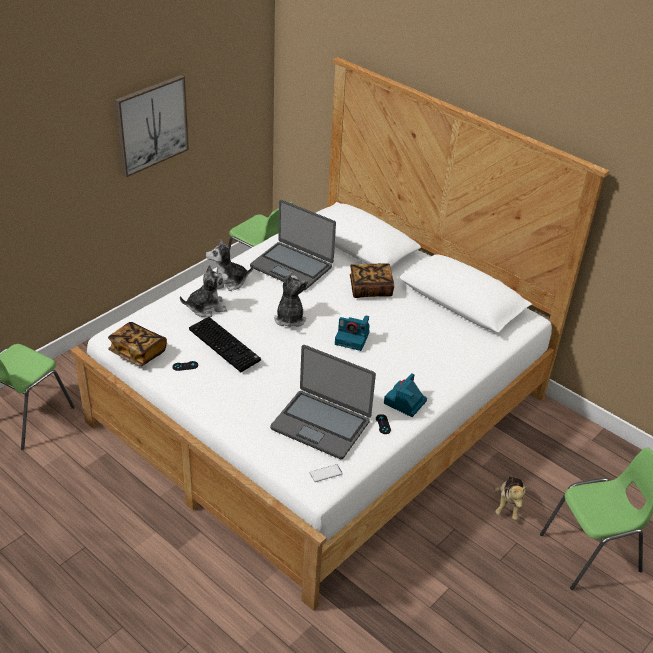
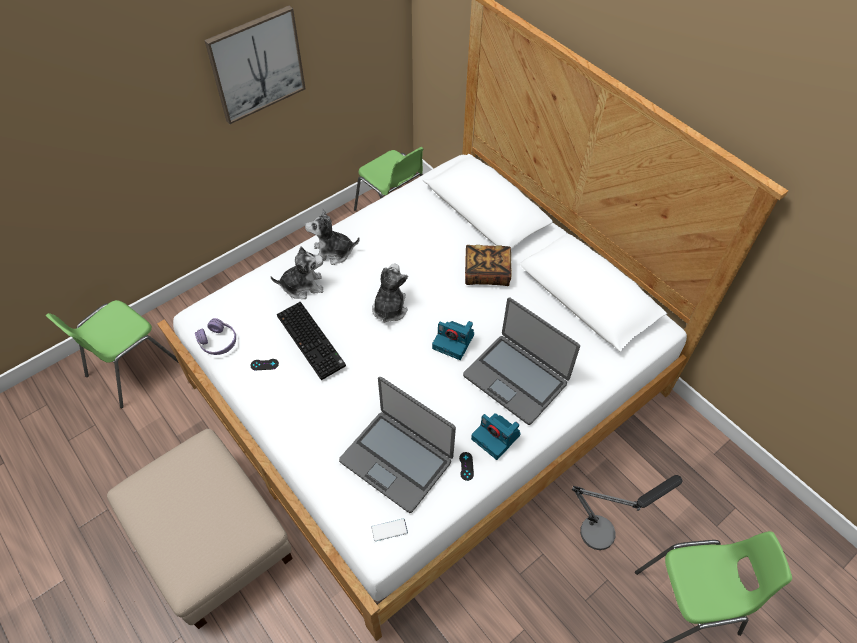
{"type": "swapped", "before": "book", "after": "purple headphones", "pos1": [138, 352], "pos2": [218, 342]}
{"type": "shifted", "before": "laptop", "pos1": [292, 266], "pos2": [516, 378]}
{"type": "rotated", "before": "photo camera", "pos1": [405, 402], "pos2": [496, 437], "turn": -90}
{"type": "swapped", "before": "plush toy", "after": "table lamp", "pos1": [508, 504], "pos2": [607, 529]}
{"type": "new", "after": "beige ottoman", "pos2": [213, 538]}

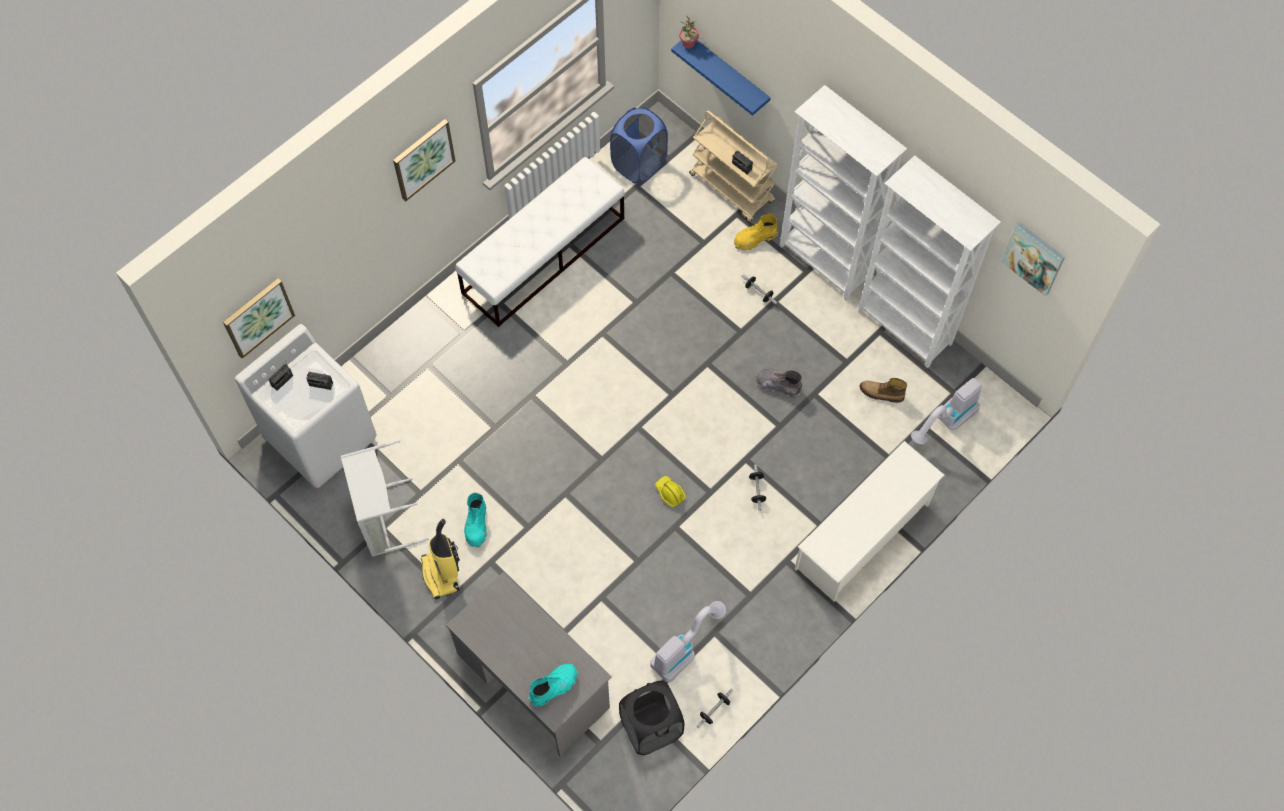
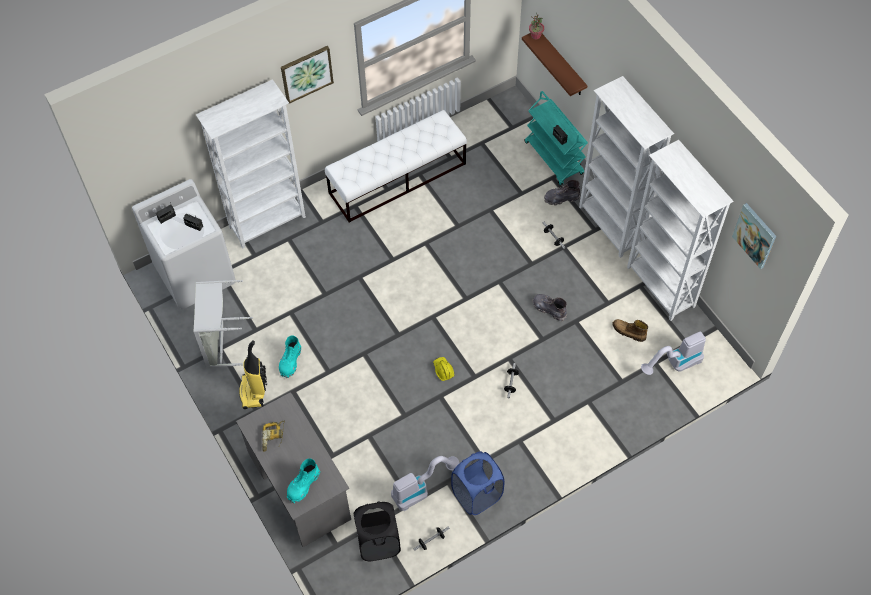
{"type": "gone", "before": "picture", "pos1": [258, 317]}
{"type": "rotated", "before": "turquoise boot", "pos1": [554, 686], "pos2": [303, 485], "turn": 150}
{"type": "shifted", "before": "blue laundry basket", "pos1": [639, 164], "pos2": [477, 495]}
{"type": "repainted", "before": "blue shelf", "after": "brown shelf", "pos1": [728, 74], "pos2": [561, 64]}
{"type": "repainted", "before": "beige cart", "after": "turquoise cart", "pos1": [732, 188], "pos2": [554, 158]}
{"type": "repainted", "before": "yellow boot", "after": "grey boot", "pos1": [755, 239], "pos2": [561, 198]}
{"type": "gone", "before": "white shoe rack", "pos1": [863, 536]}
{"type": "new", "after": "white bookcase", "pos2": [268, 222]}
{"type": "new", "after": "power drill", "pos2": [273, 437]}

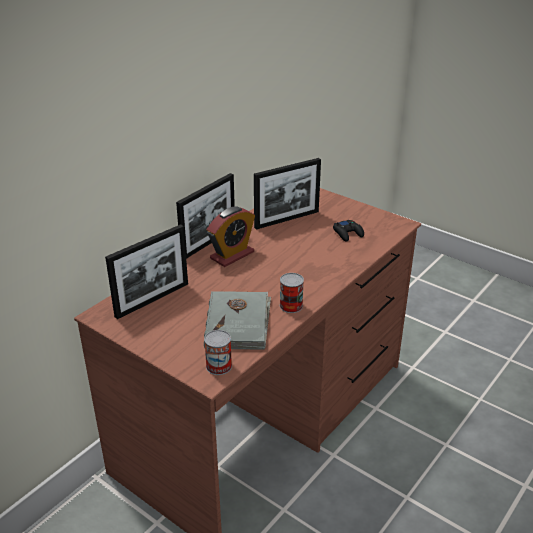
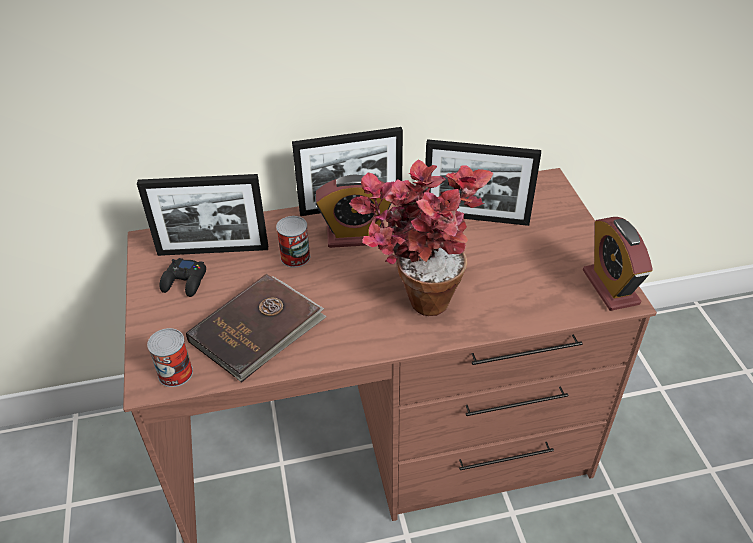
{"type": "repainted", "before": "grey book", "after": "brown book", "pos1": [238, 322], "pos2": [258, 330]}
{"type": "shifted", "before": "can", "pos1": [291, 306], "pos2": [295, 257]}
{"type": "shifted", "before": "black game controller", "pos1": [348, 233], "pos2": [185, 282]}
{"type": "new", "after": "potted plant", "pos2": [415, 296]}
{"type": "new", "after": "alarm clock", "pos2": [610, 287]}

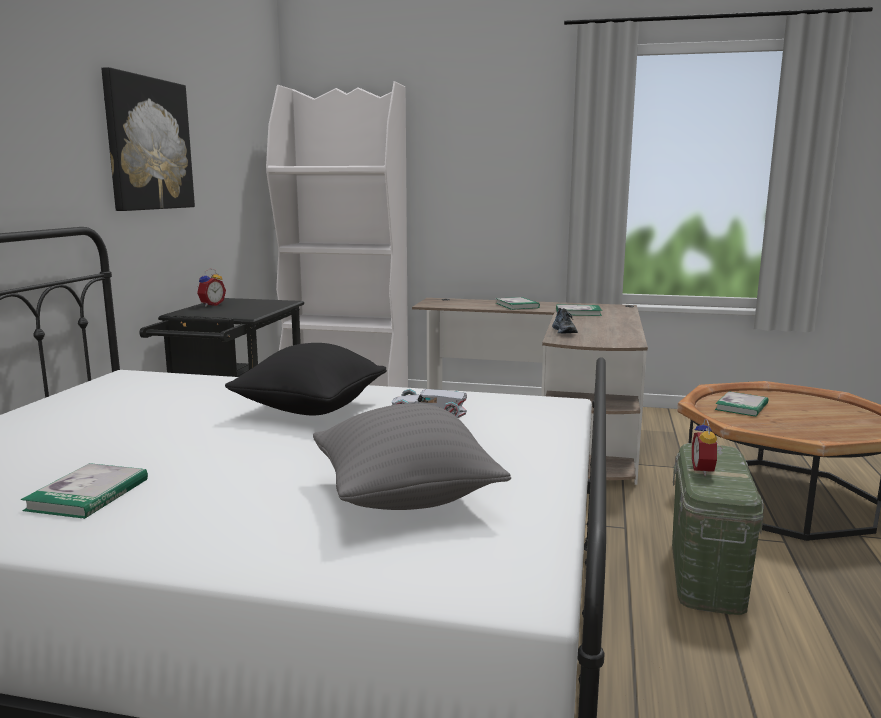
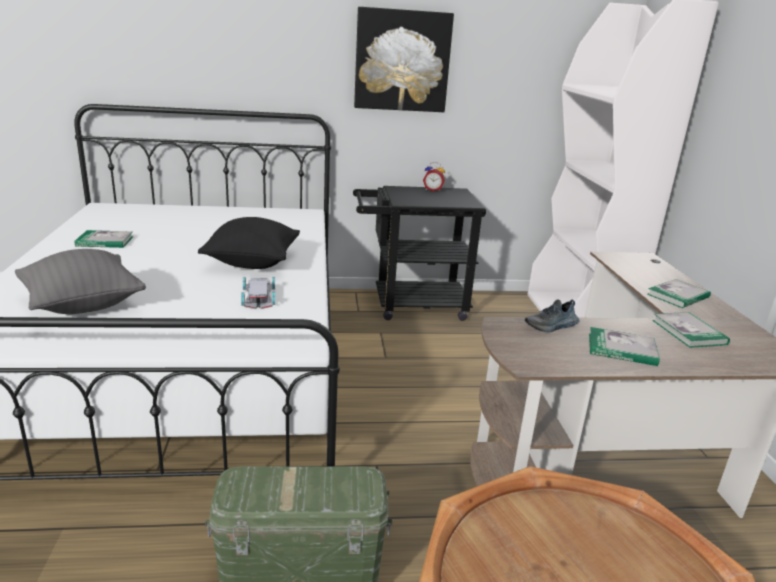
{"type": "gone", "before": "alarm clock", "pos1": [705, 471]}
{"type": "shifted", "before": "book", "pos1": [741, 406], "pos2": [621, 349]}

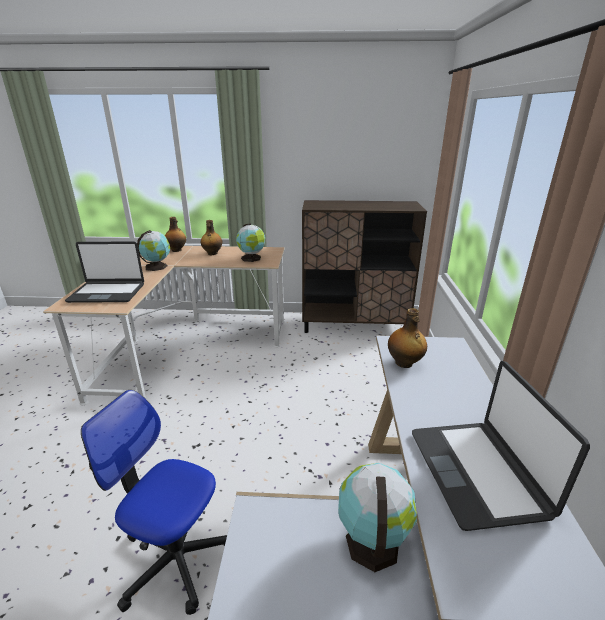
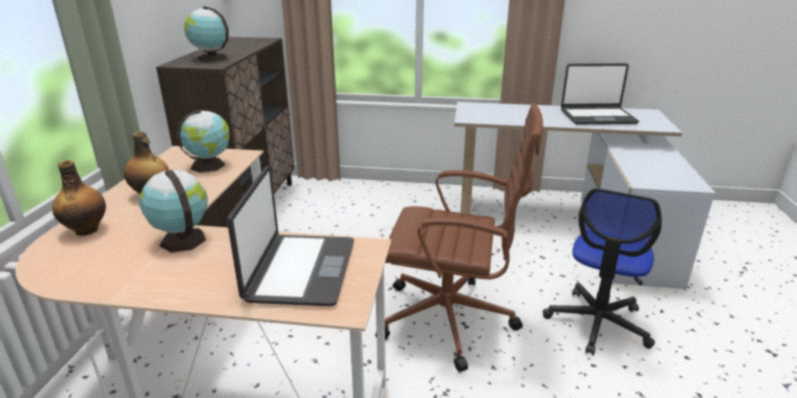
{"type": "shifted", "before": "globe", "pos1": [372, 540], "pos2": [210, 58]}
{"type": "gone", "before": "bottle", "pos1": [404, 363]}
{"type": "new", "after": "brown office chair", "pos2": [451, 320]}

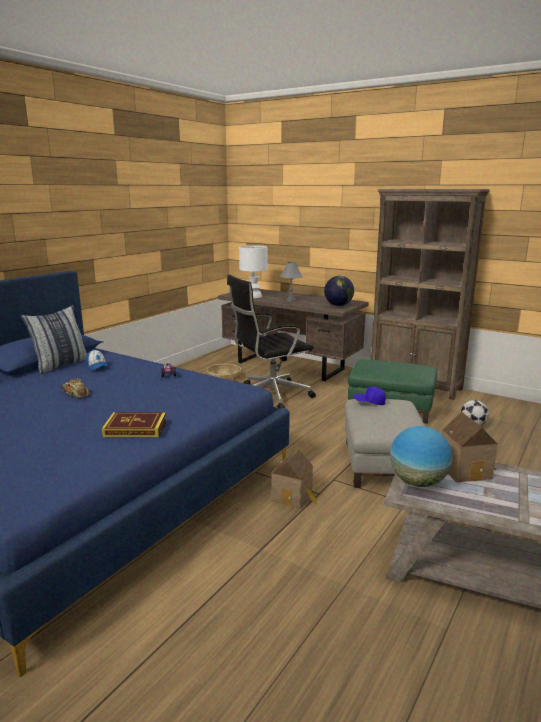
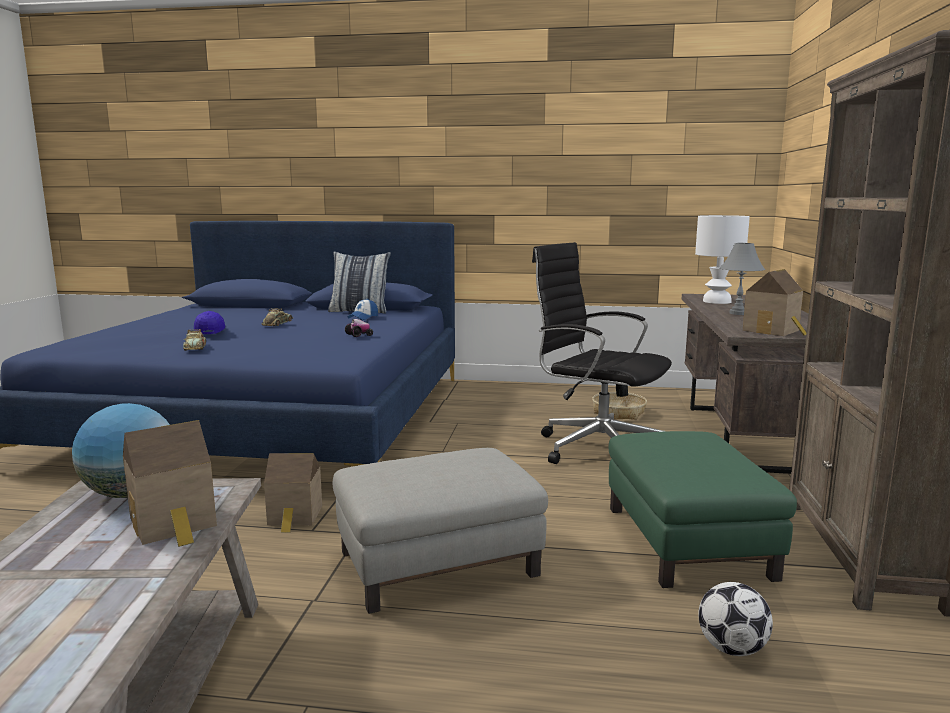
{"type": "swapped", "before": "book", "after": "toy car", "pos1": [135, 428], "pos2": [195, 348]}
{"type": "swapped", "before": "globe", "after": "toy house", "pos1": [338, 305], "pos2": [773, 331]}
{"type": "shifted", "before": "blue cap", "pos1": [369, 402], "pos2": [210, 330]}

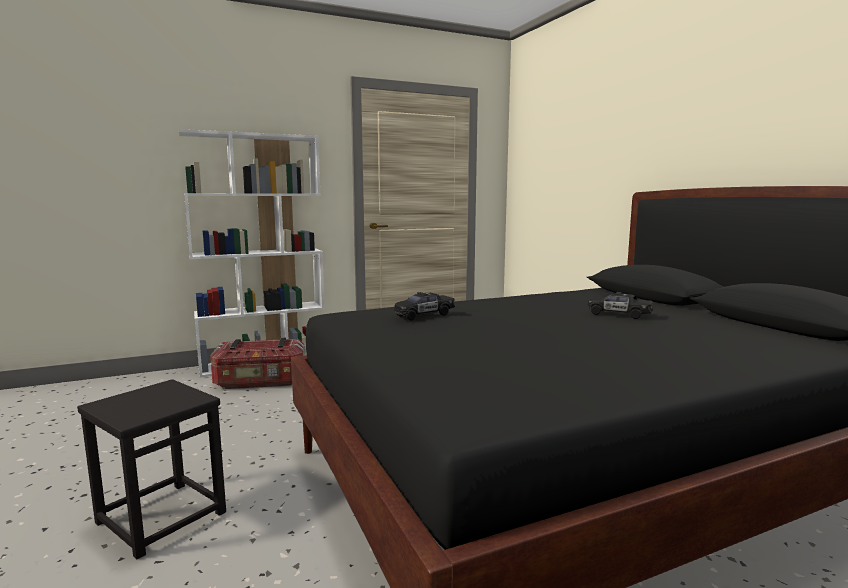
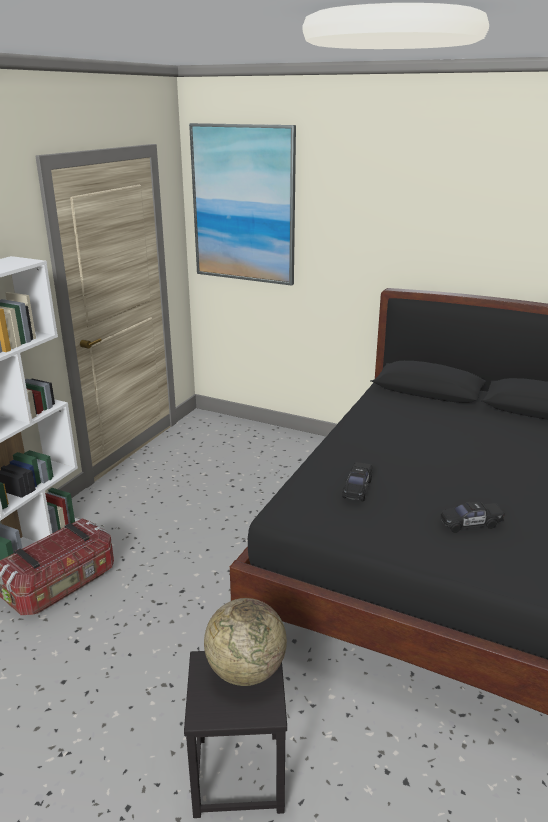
{"type": "shifted", "before": "black toy car", "pos1": [618, 314], "pos2": [470, 524]}
{"type": "new", "after": "picture", "pos2": [243, 205]}
{"type": "new", "after": "globe", "pos2": [246, 670]}

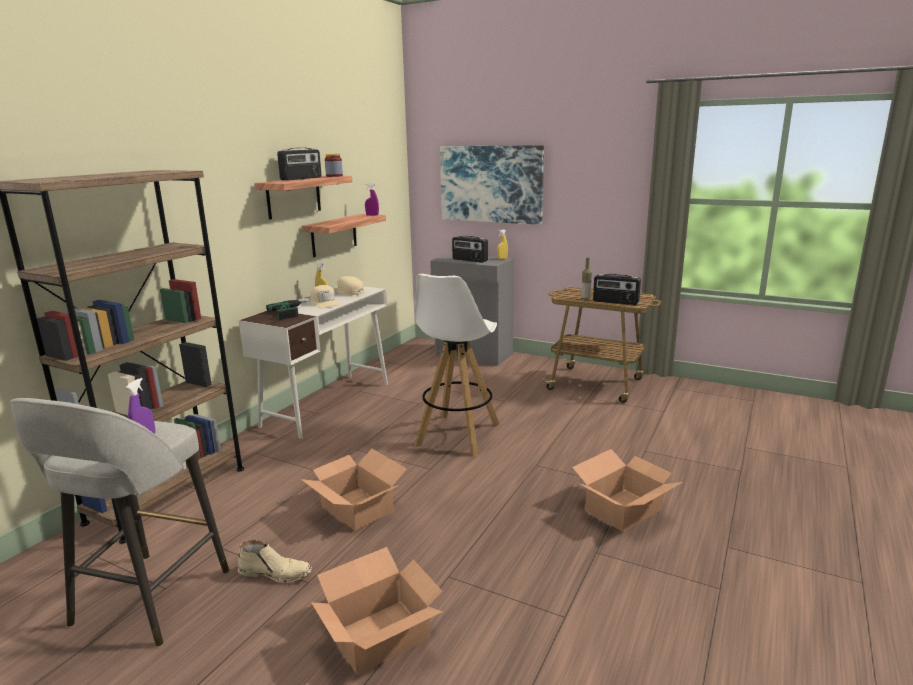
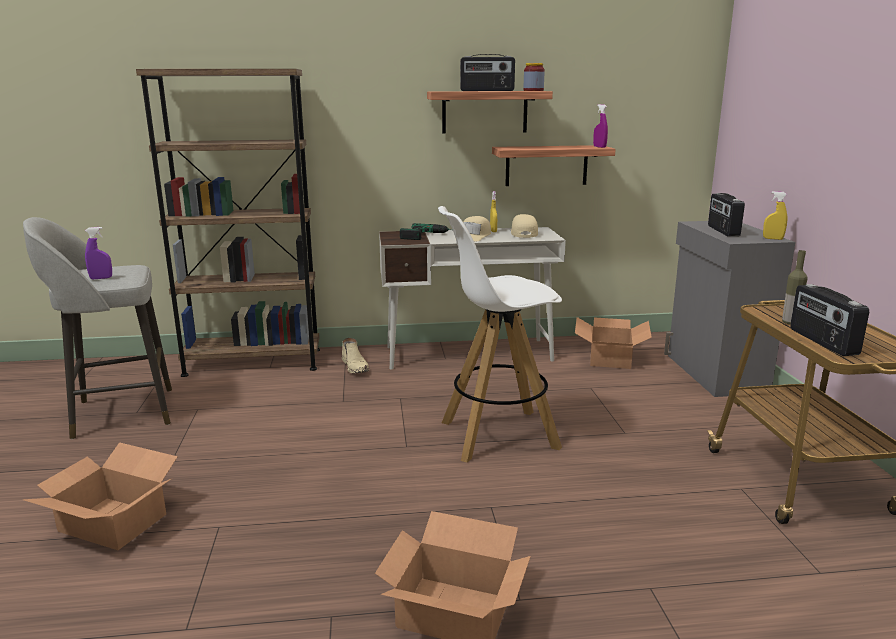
{"type": "shifted", "before": "beige boot", "pos1": [276, 572], "pos2": [355, 367]}
{"type": "shifted", "before": "cardboard box", "pos1": [357, 507], "pos2": [611, 357]}
{"type": "gone", "before": "picture", "pos1": [491, 184]}

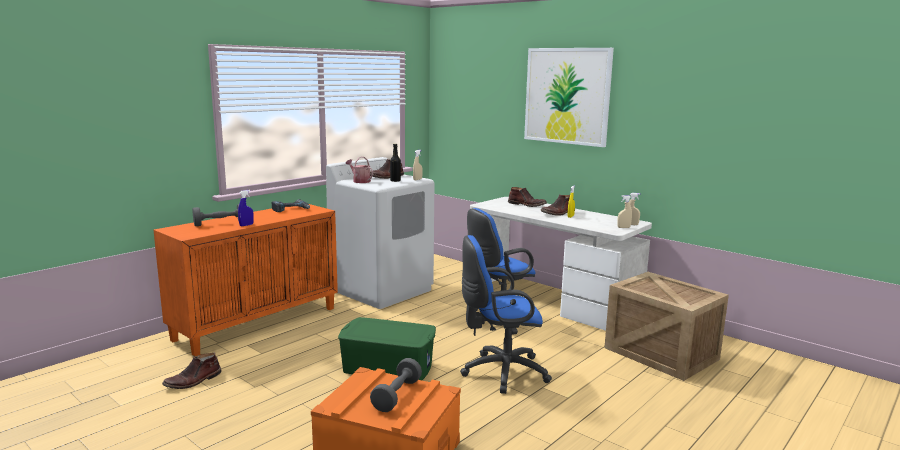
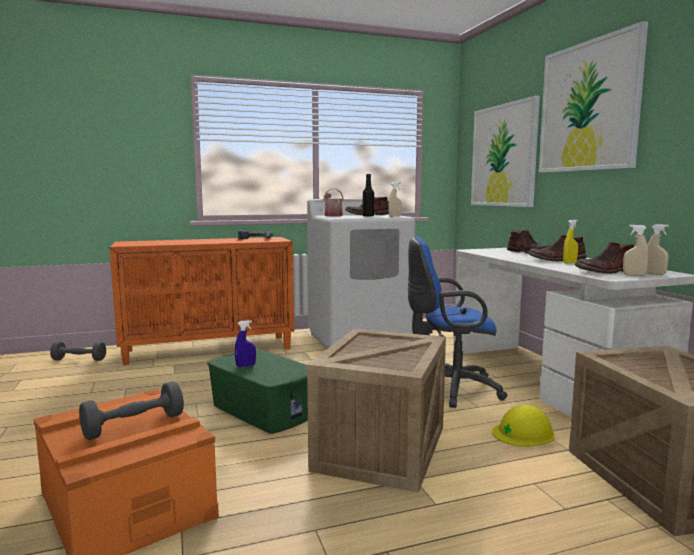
{"type": "shifted", "before": "brown boot", "pos1": [193, 381], "pos2": [606, 271]}
{"type": "shifted", "before": "grey dumbbell", "pos1": [220, 223], "pos2": [79, 360]}
{"type": "shifted", "before": "blue spray bottle", "pos1": [246, 225], "pos2": [245, 366]}
{"type": "swapped", "before": "blue office chair", "after": "crate", "pos1": [500, 372], "pos2": [380, 446]}
{"type": "new", "after": "picture", "pos2": [503, 155]}
{"type": "new", "after": "yellow hard hat", "pos2": [523, 433]}

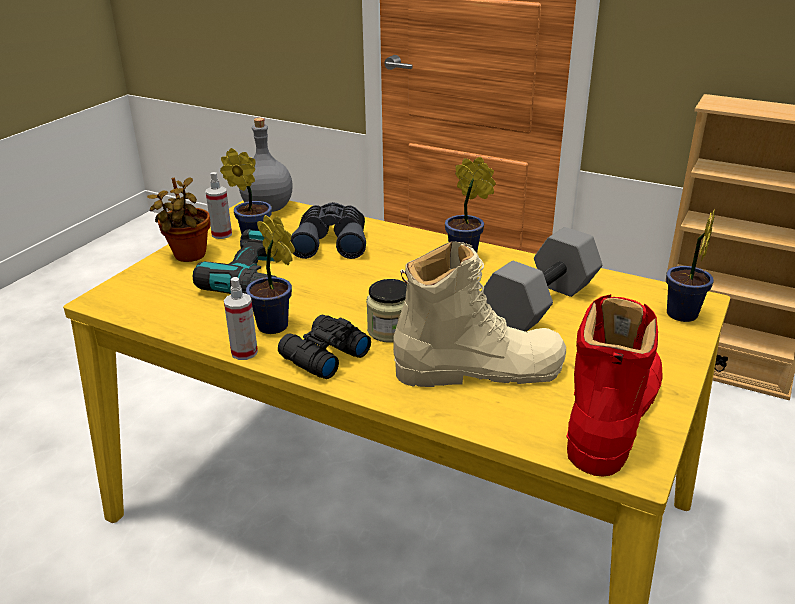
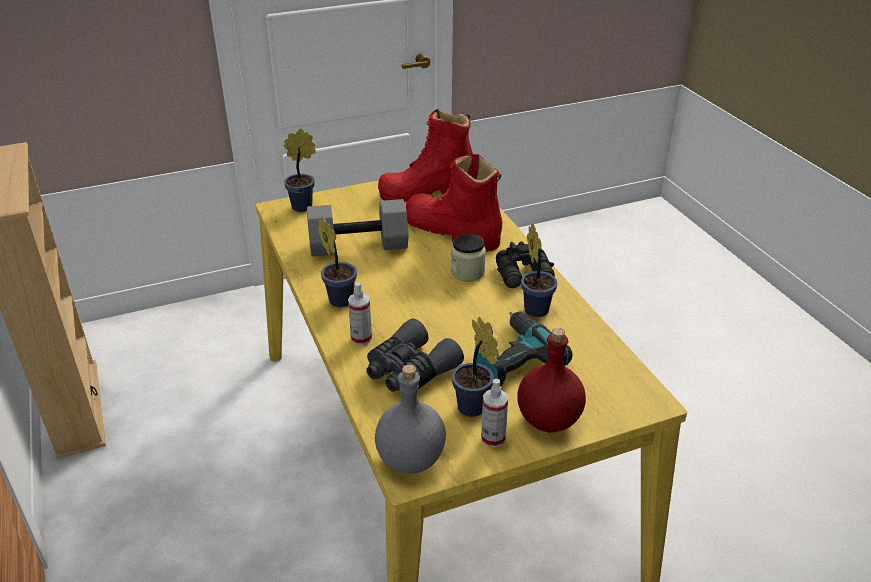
{"type": "swapped", "before": "potted plant", "after": "red bottle", "pos1": [188, 256], "pos2": [547, 420]}
{"type": "shifted", "before": "spray bottle", "pos1": [244, 352], "pos2": [361, 338]}
{"type": "repainted", "before": "beige boot", "after": "red boot", "pos1": [479, 369], "pos2": [451, 231]}

